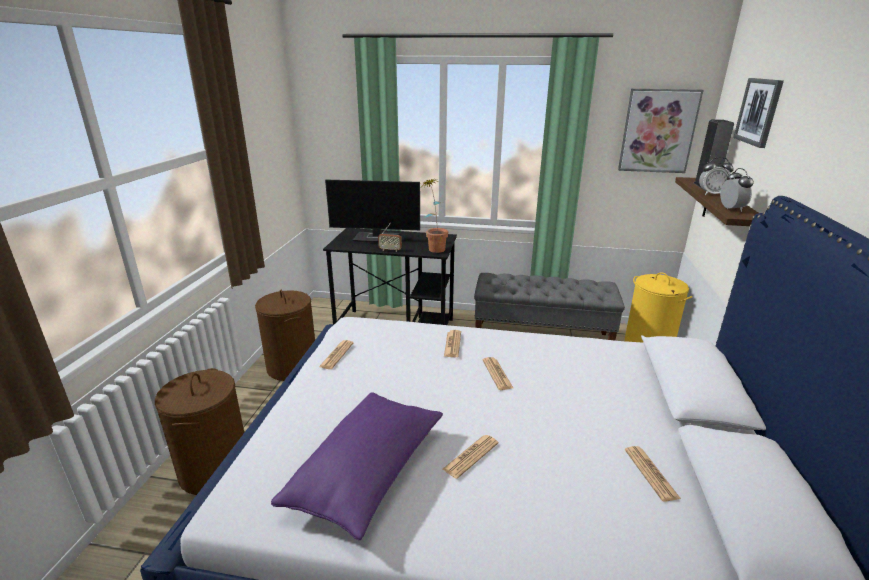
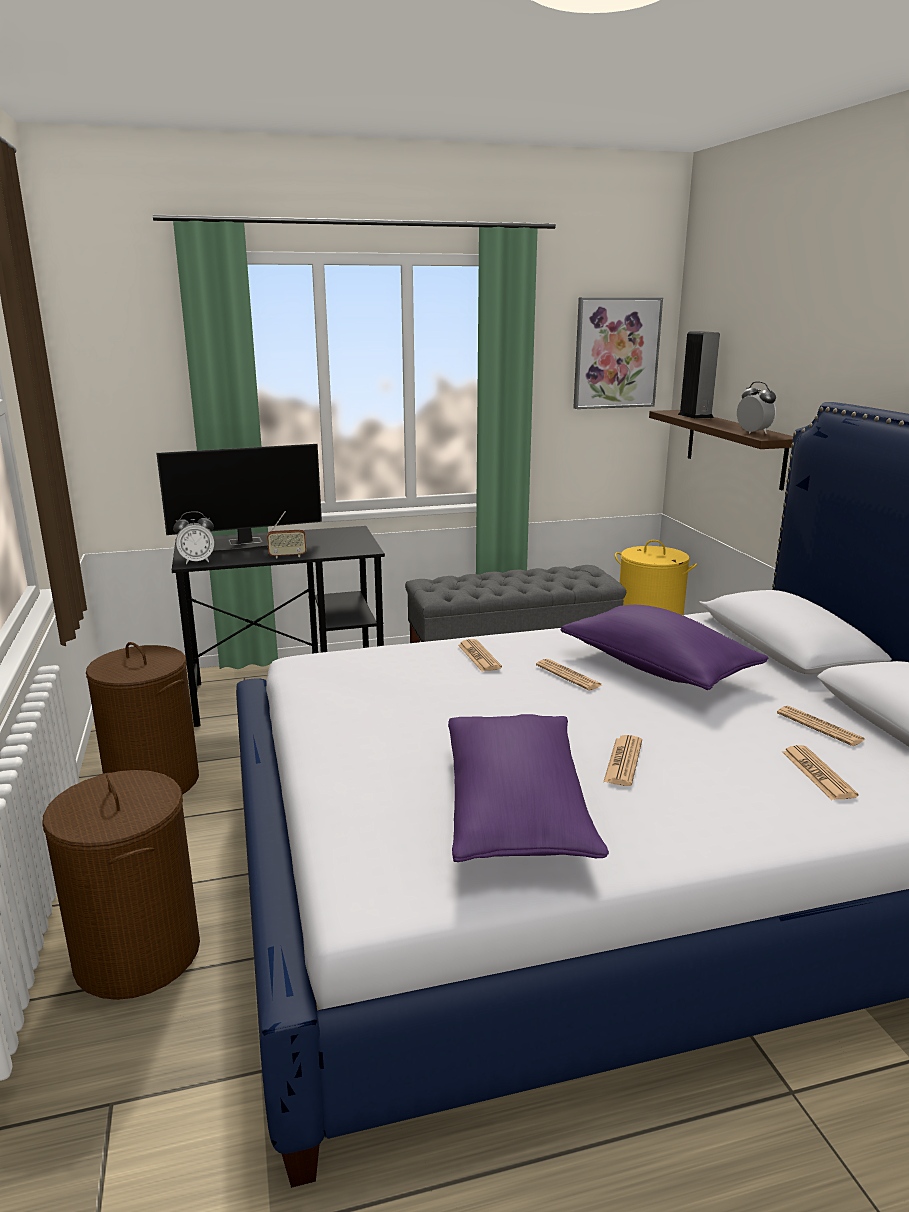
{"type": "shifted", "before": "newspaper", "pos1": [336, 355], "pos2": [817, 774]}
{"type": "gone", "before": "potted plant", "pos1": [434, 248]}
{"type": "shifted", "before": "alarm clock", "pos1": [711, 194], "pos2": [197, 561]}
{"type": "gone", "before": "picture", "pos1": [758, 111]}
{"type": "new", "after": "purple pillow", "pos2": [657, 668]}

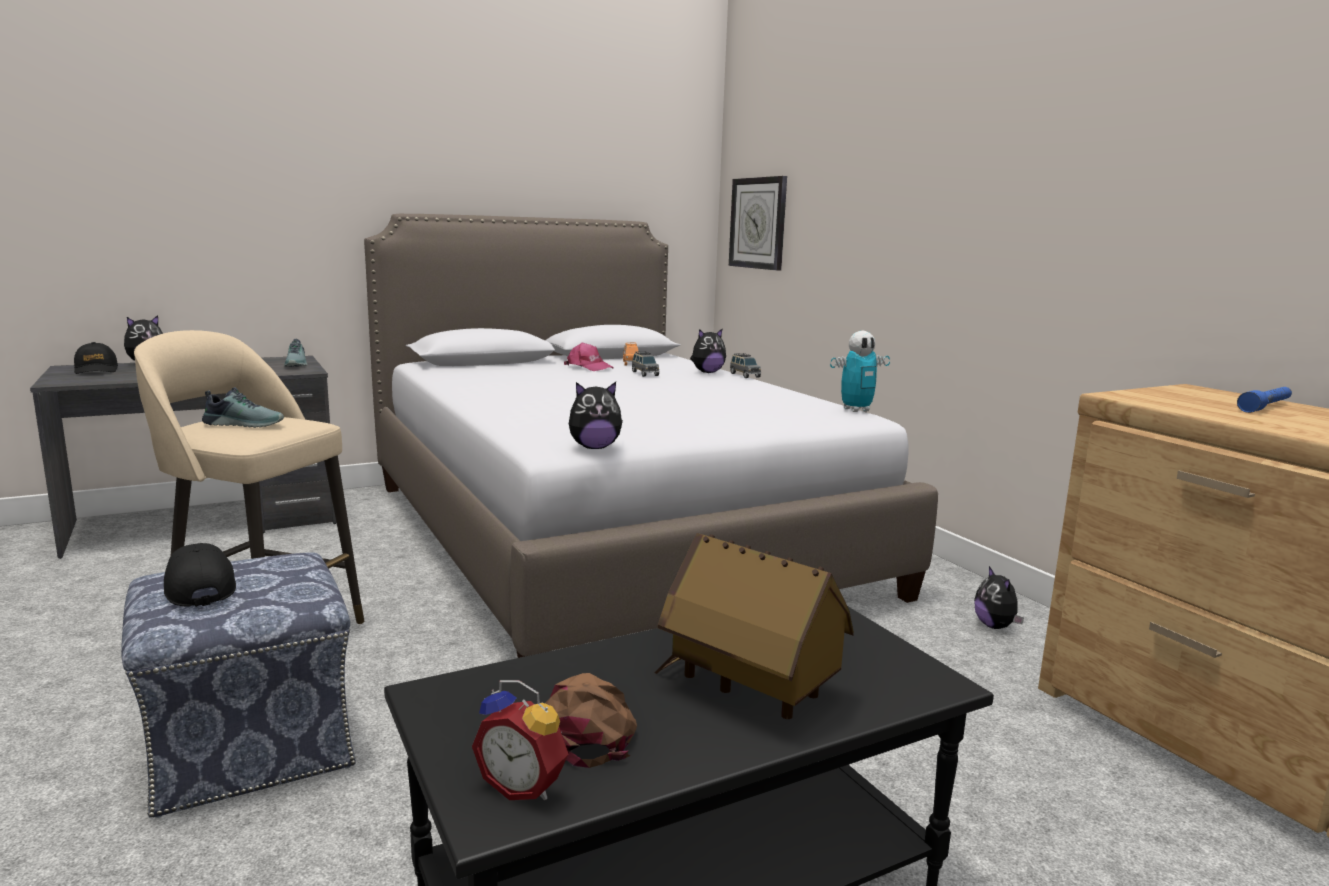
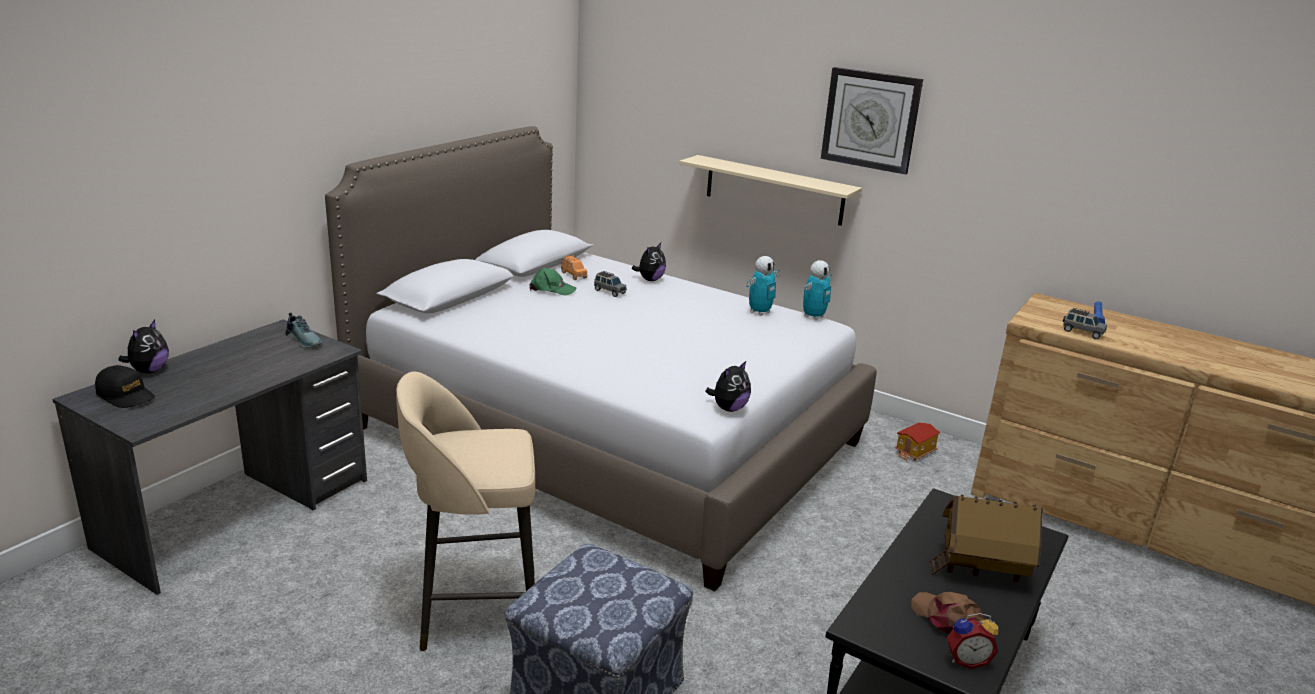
{"type": "gone", "before": "black cap", "pos1": [199, 588]}
{"type": "gone", "before": "shoe", "pos1": [245, 424]}
{"type": "repainted", "before": "pink cap", "after": "green cap", "pos1": [588, 367], "pos2": [551, 289]}
{"type": "shifted", "before": "wall clock", "pos1": [758, 223], "pos2": [870, 120]}
{"type": "shifted", "before": "grey toy car", "pos1": [744, 375], "pos2": [1082, 332]}
{"type": "swapped", "before": "plush toy", "after": "toy house", "pos1": [995, 626], "pos2": [915, 452]}
{"type": "new", "after": "beige shelf", "pos2": [774, 190]}
{"type": "new", "after": "toy robot", "pos2": [759, 312]}

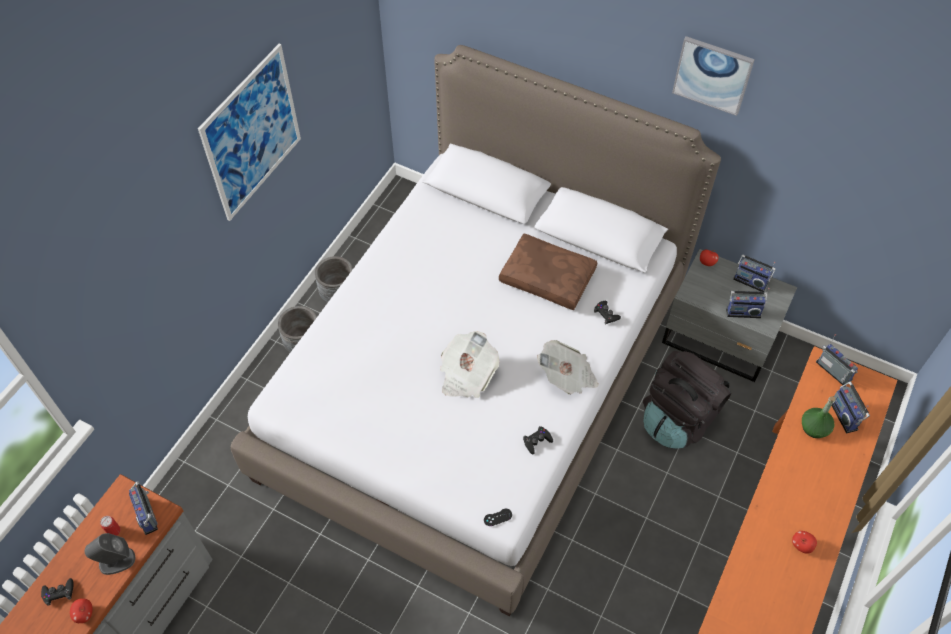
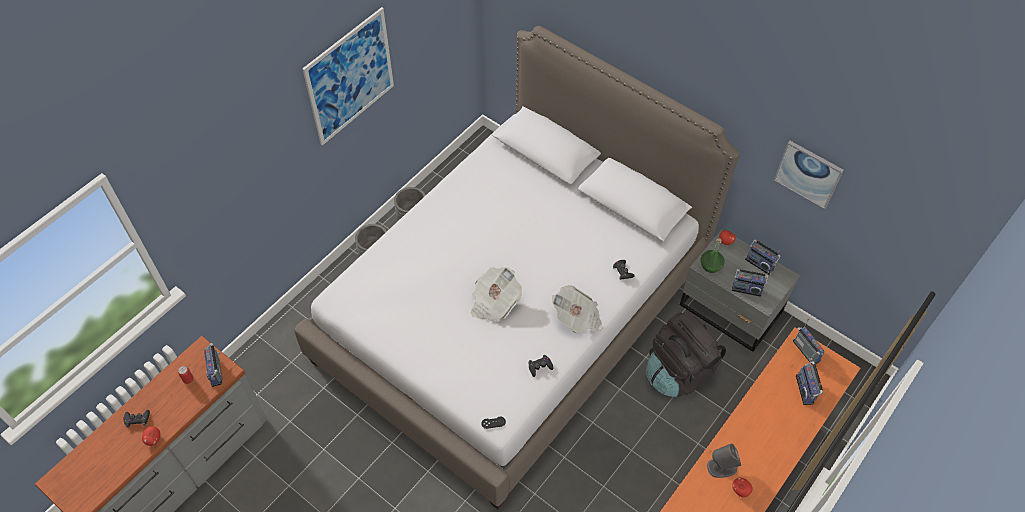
{"type": "shifted", "before": "grey speaker", "pos1": [116, 561], "pos2": [721, 467]}
{"type": "gone", "before": "brown pillow", "pos1": [548, 277]}
{"type": "shifted", "before": "picture", "pos1": [712, 75], "pos2": [808, 173]}
{"type": "shifted", "before": "green bottle", "pos1": [814, 428], "pos2": [710, 265]}

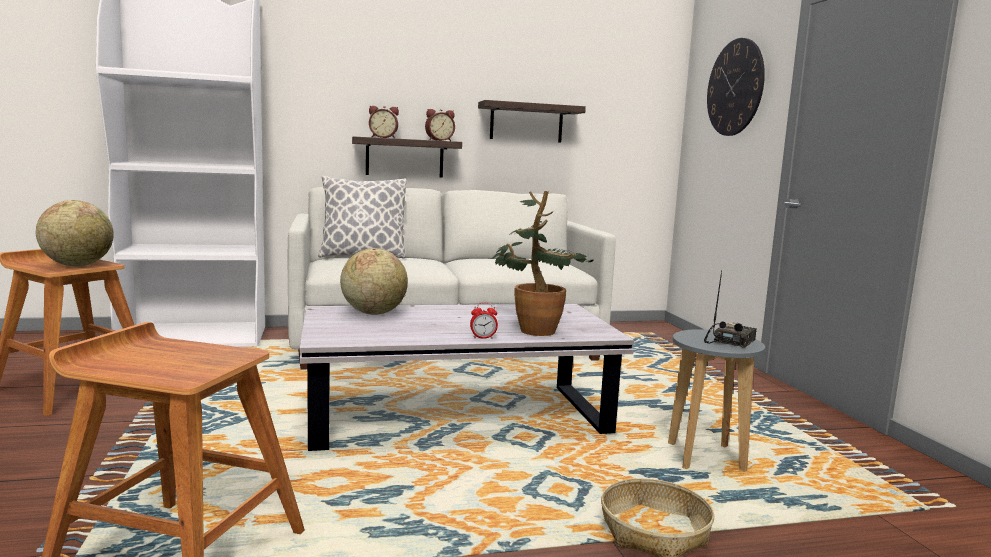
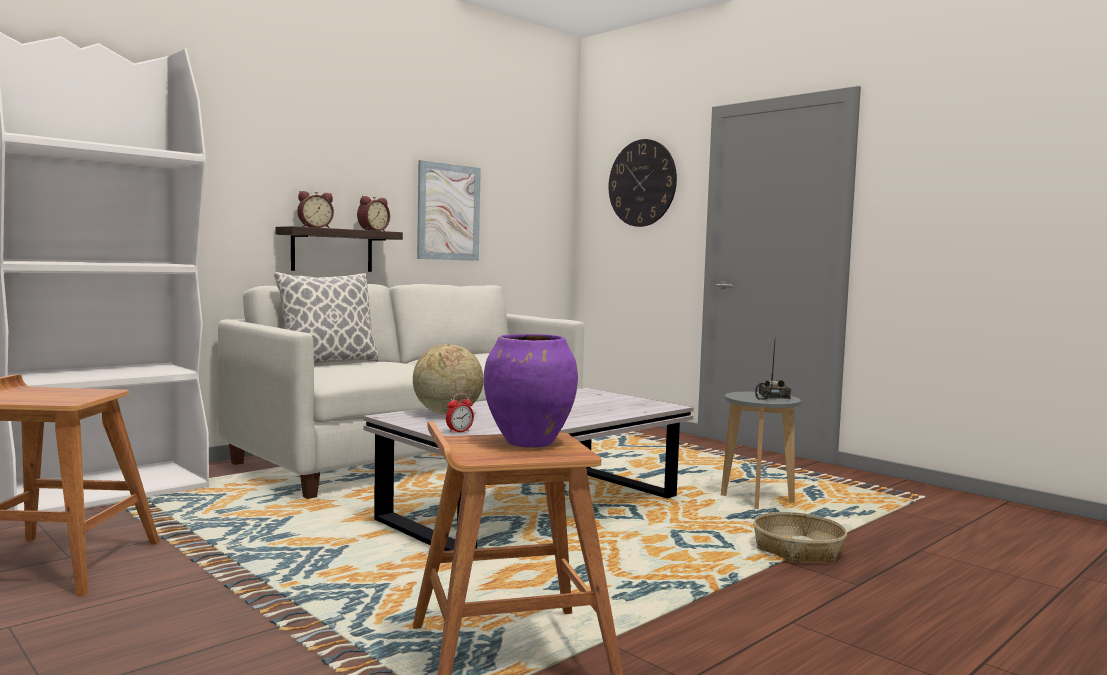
{"type": "gone", "before": "globe", "pos1": [78, 265]}
{"type": "shifted", "before": "alarm clock", "pos1": [483, 338], "pos2": [459, 431]}
{"type": "swapped", "before": "shelf", "after": "picture", "pos1": [526, 122], "pos2": [448, 212]}
{"type": "gone", "before": "potted plant", "pos1": [533, 329]}
{"type": "new", "after": "purple vase", "pos2": [530, 442]}

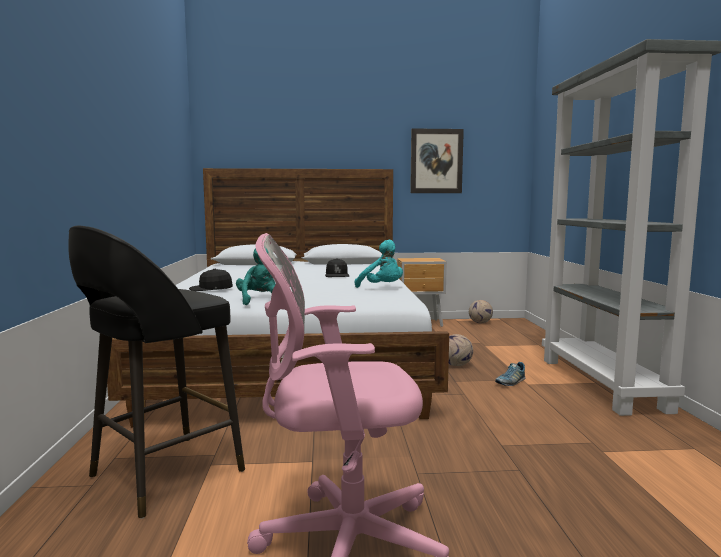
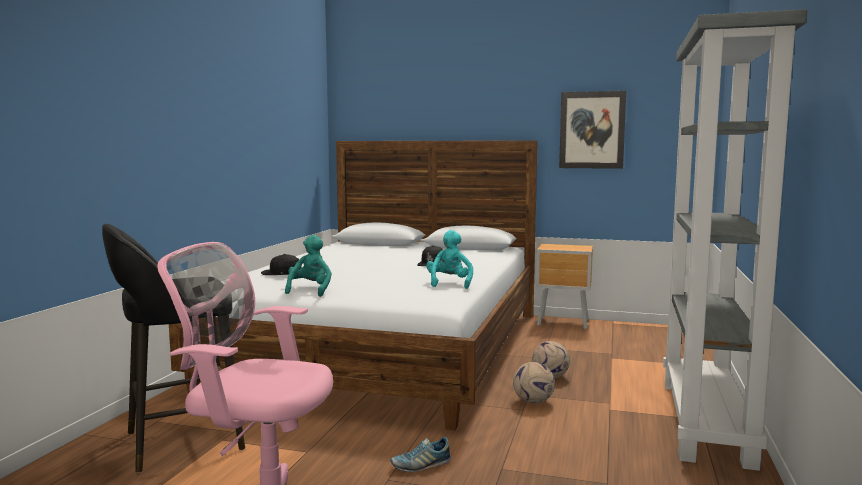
{"type": "rotated", "before": "turquoise plush toy", "pos1": [382, 288], "pos2": [449, 283], "turn": -150}
{"type": "shifted", "before": "football", "pos1": [480, 323], "pos2": [533, 402]}
{"type": "shifted", "before": "shoe", "pos1": [510, 382], "pos2": [421, 465]}

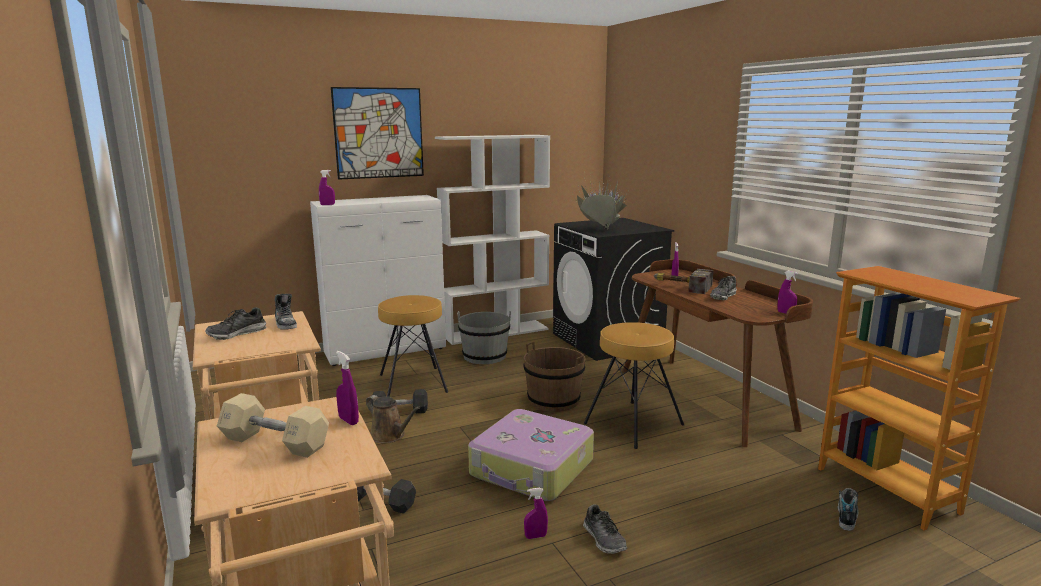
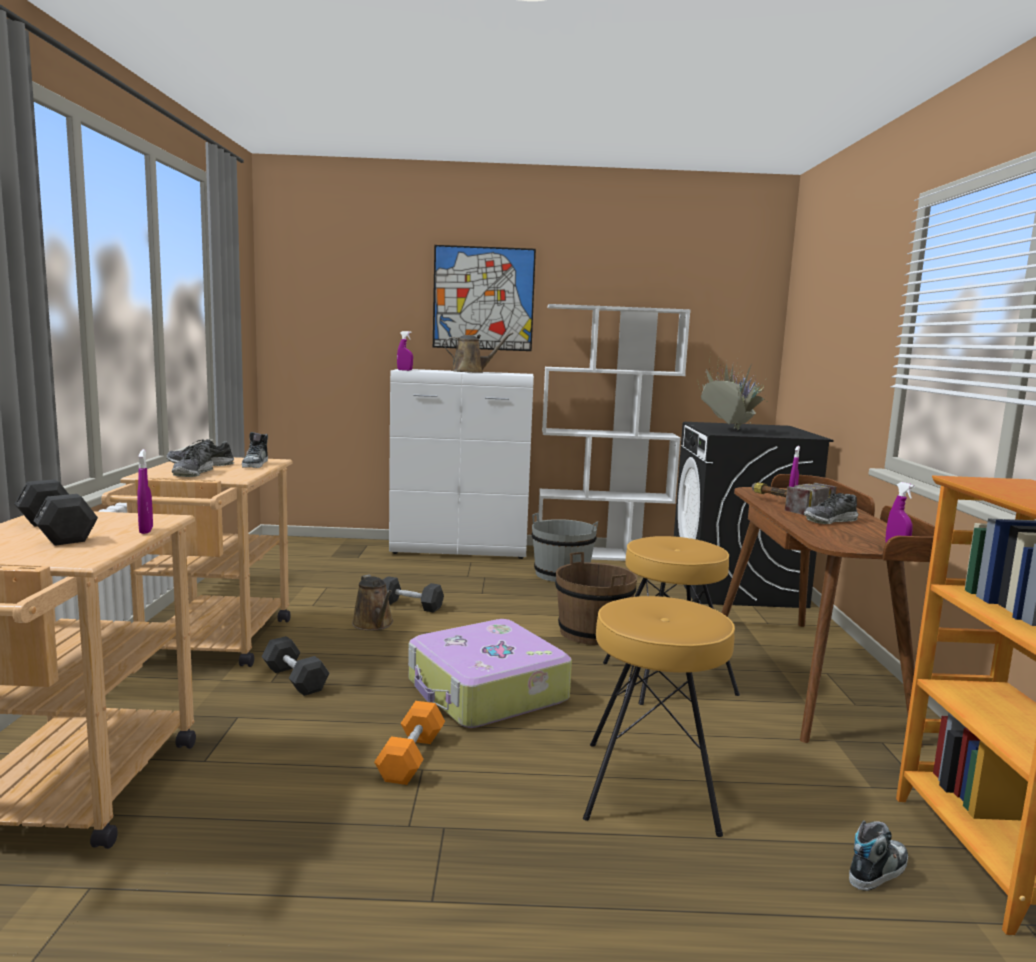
{"type": "repainted", "before": "beige dumbbell", "after": "black dumbbell", "pos1": [275, 442], "pos2": [56, 531]}
{"type": "shifted", "before": "brown stool", "pos1": [413, 383], "pos2": [651, 785]}
{"type": "swapped", "before": "purple spray bottle", "after": "orange dumbbell", "pos1": [535, 536], "pos2": [411, 757]}
{"type": "shifted", "before": "shoe", "pos1": [604, 539], "pos2": [193, 473]}
{"type": "new", "after": "brown watering can", "pos2": [471, 372]}

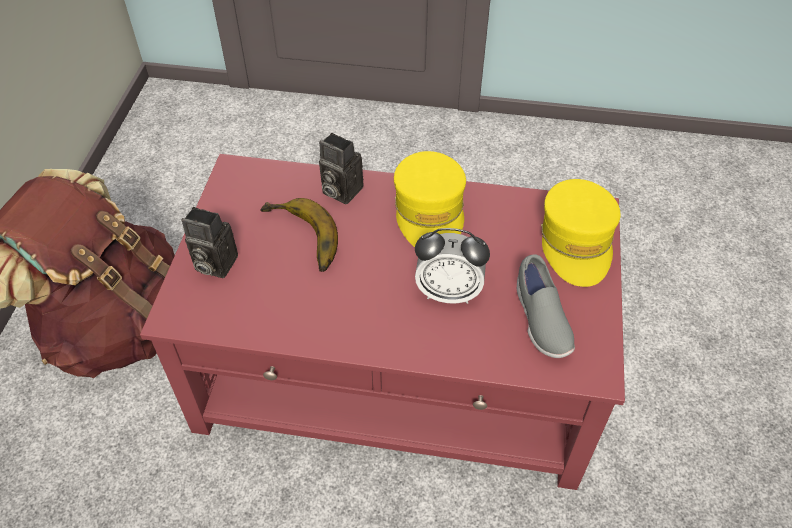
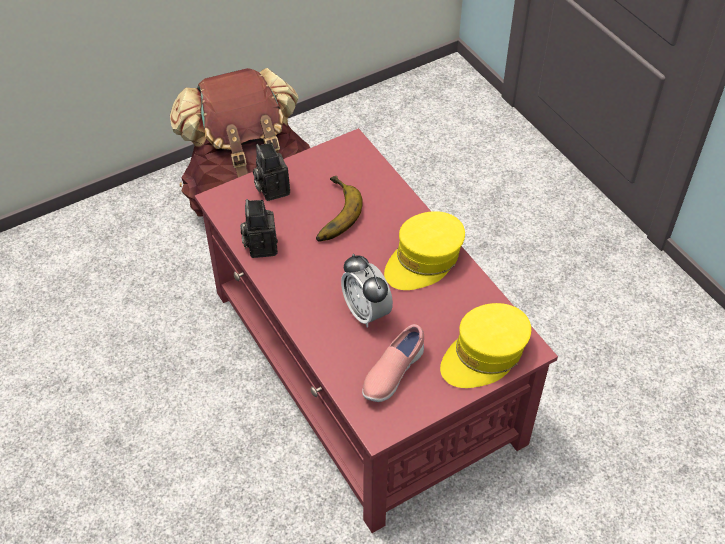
{"type": "shifted", "before": "photo camera", "pos1": [339, 190], "pos2": [260, 245]}
{"type": "repainted", "before": "grey shoe", "after": "pink shoe", "pos1": [540, 320], "pos2": [392, 373]}

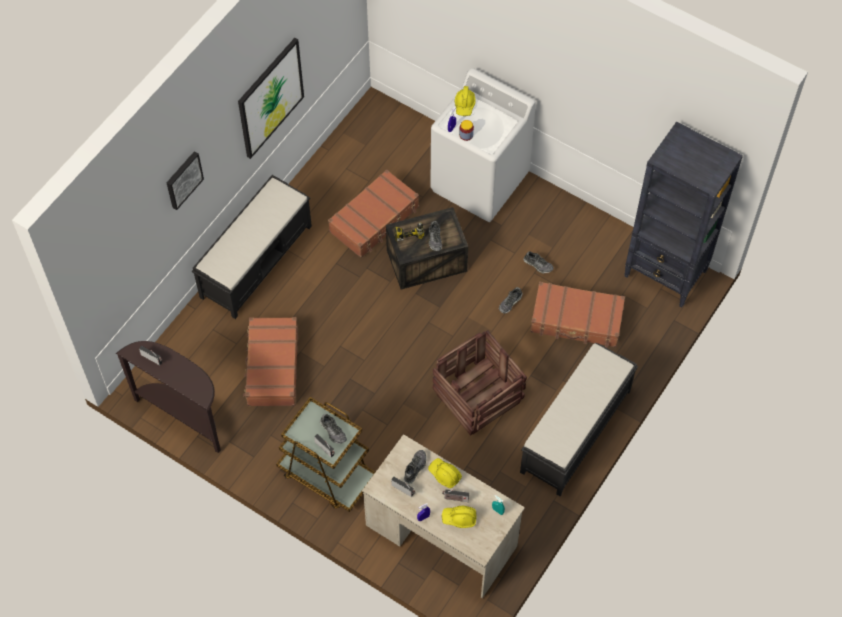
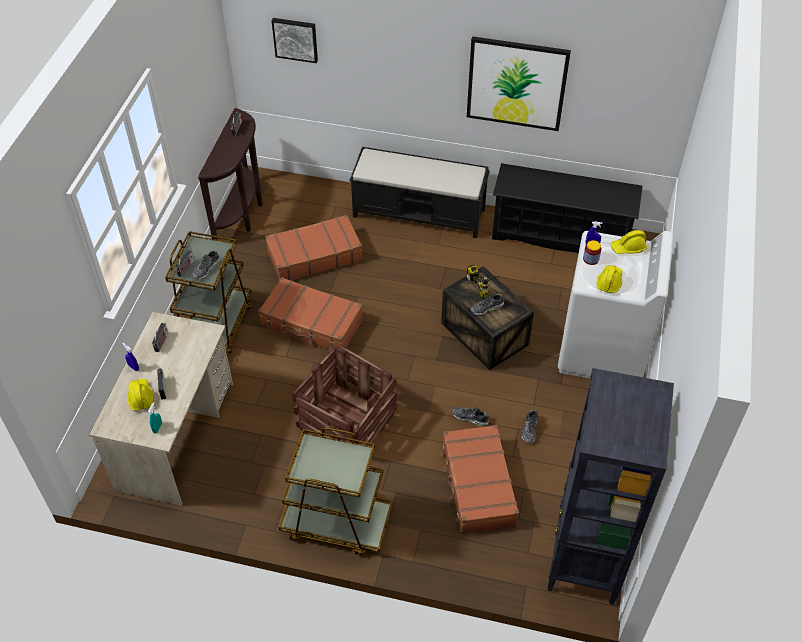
{"type": "shifted", "before": "picture", "pos1": [183, 179], "pos2": [295, 39]}
{"type": "shifted", "before": "brown suitcase", "pos1": [375, 219], "pos2": [312, 323]}
{"type": "gone", "before": "shoe", "pos1": [415, 468]}
{"type": "shifted", "before": "yellow hard hat", "pos1": [444, 474], "pos2": [609, 282]}
{"type": "swapped", "before": "black bench", "after": "brown cart", "pos1": [575, 432], "pos2": [336, 522]}
{"type": "new", "after": "black shoe rack", "pos2": [560, 235]}

